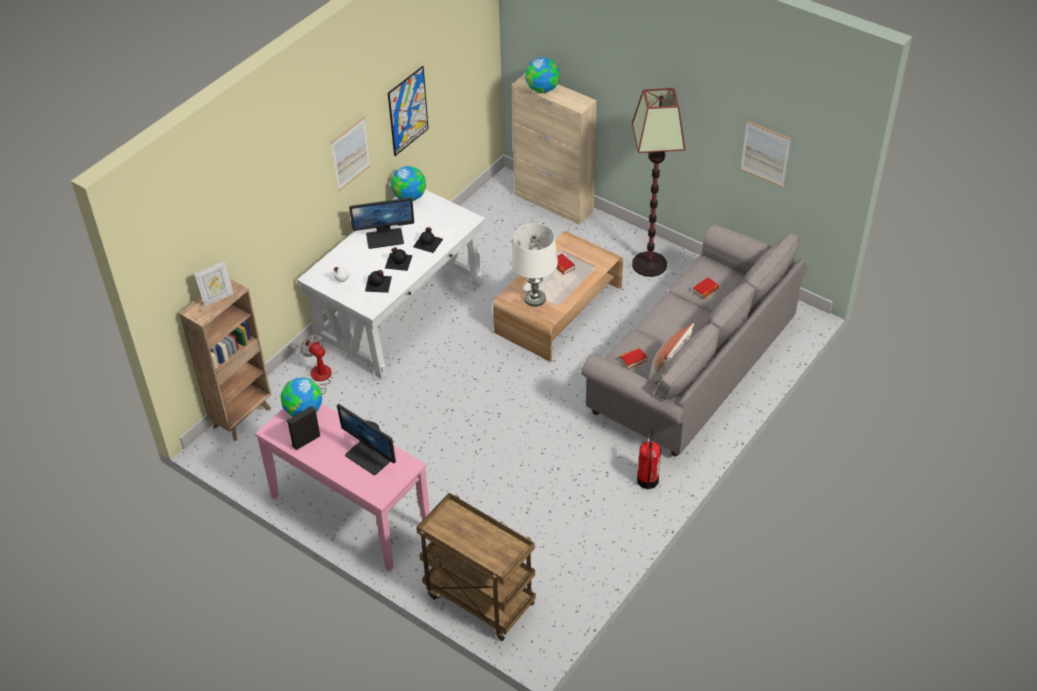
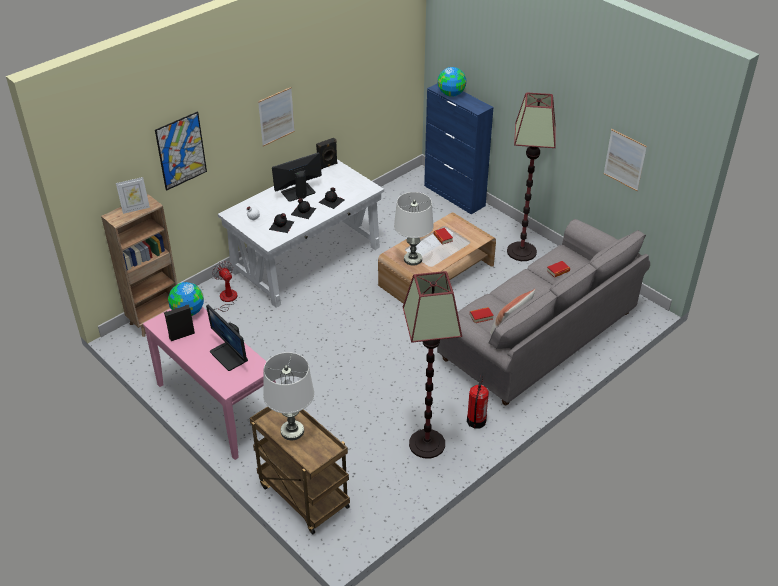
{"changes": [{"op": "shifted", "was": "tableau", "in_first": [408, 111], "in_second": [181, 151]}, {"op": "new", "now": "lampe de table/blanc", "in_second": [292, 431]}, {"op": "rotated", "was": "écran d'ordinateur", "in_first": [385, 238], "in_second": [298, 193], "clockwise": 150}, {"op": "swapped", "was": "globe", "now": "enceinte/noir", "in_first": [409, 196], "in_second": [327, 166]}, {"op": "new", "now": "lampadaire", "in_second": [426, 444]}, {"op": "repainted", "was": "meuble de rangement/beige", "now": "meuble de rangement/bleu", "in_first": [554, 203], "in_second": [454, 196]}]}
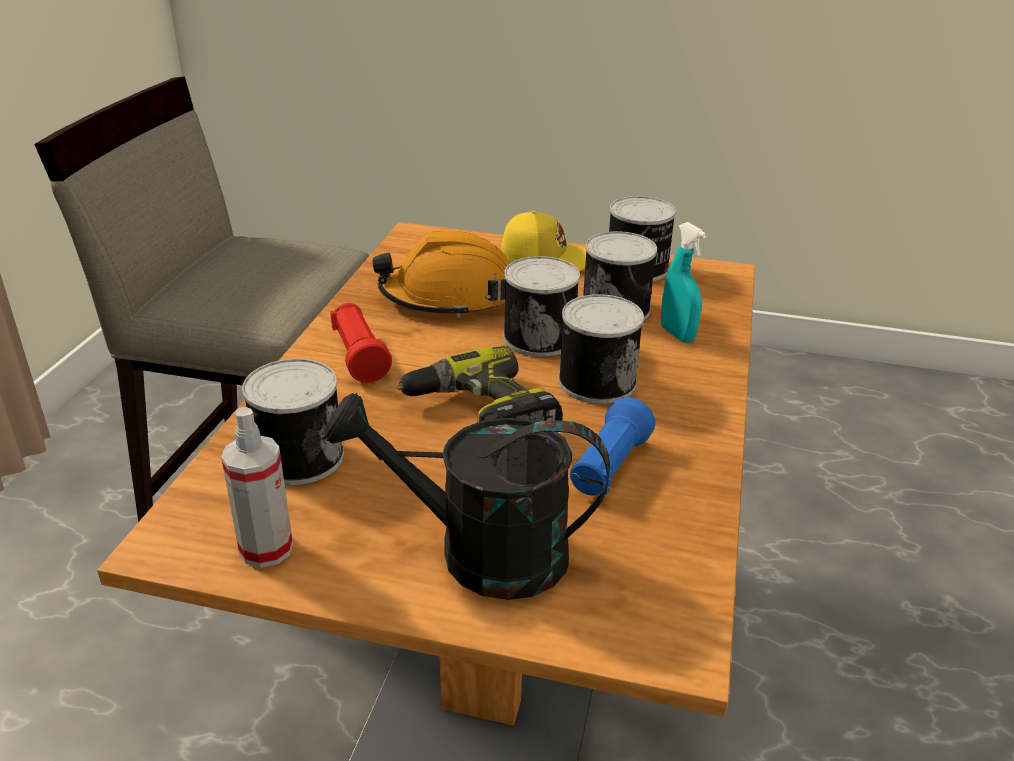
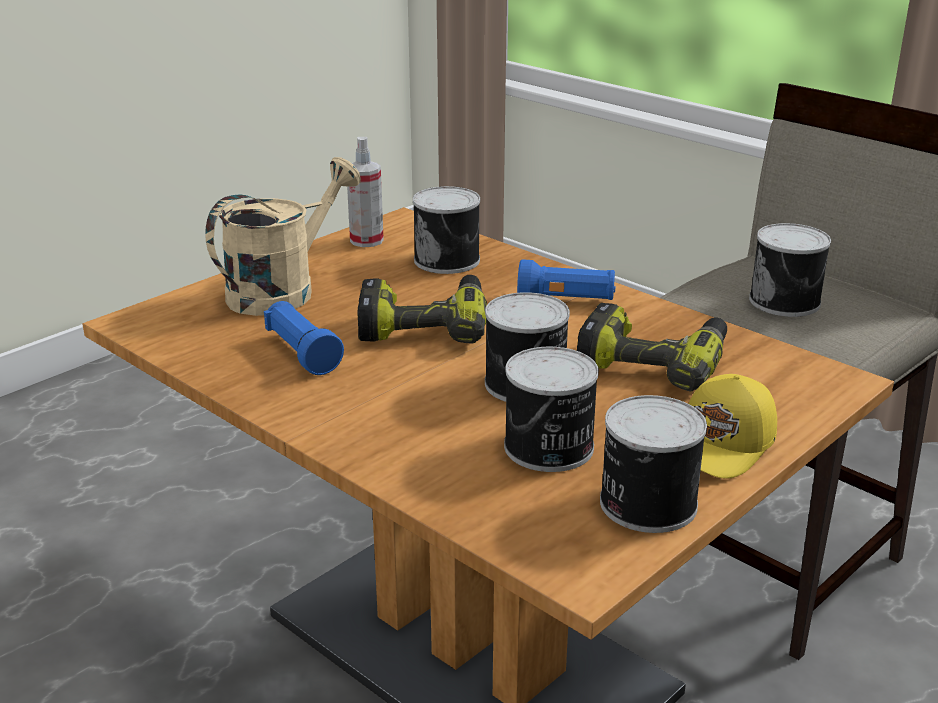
{"changes": [{"op": "repainted", "was": "arrosoir/noir", "now": "arrosoir/beige", "in_first": [479, 552], "in_second": [283, 290]}, {"op": "repainted", "was": "lampe de poche/rouge", "now": "lampe de poche/bleu", "in_first": [359, 357], "in_second": [566, 300]}, {"op": "swapped", "was": "casque de chantier/orange", "now": "perceuse", "in_first": [448, 296], "in_second": [654, 361]}, {"op": "shifted", "was": "boîte métallique", "in_first": [595, 380], "in_second": [786, 301]}, {"op": "gone", "was": "vaporisateur/turquoise", "in_first": [677, 334]}]}
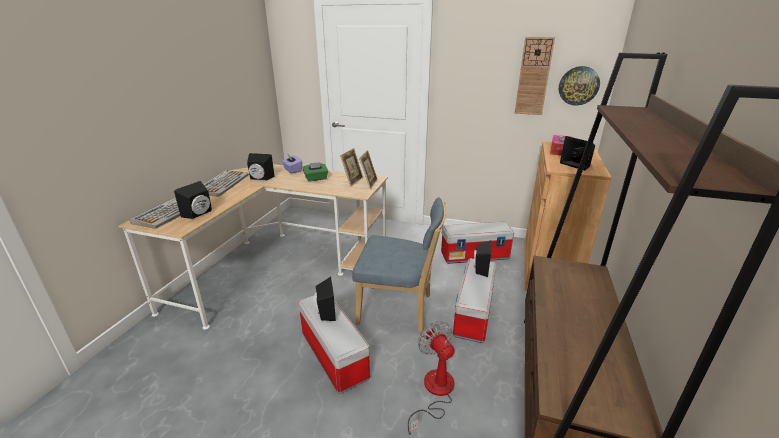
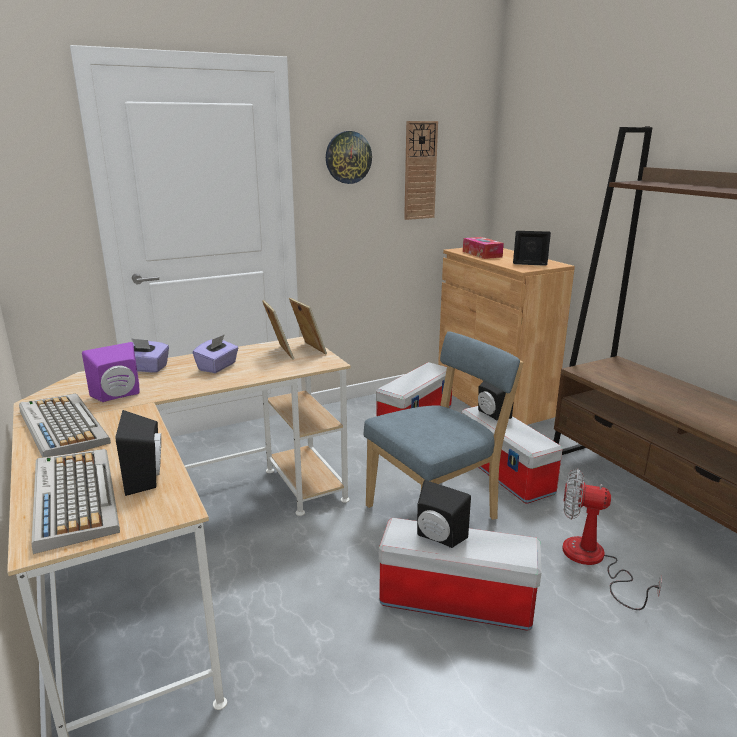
{"changes": [{"op": "repainted", "was": "enceinte/noir", "now": "enceinte/violet", "in_first": [260, 178], "in_second": [118, 395]}, {"op": "repainted", "was": "boîte à mouchoirs/vert", "now": "boîte à mouchoirs/violet", "in_first": [316, 179], "in_second": [218, 367]}, {"op": "shifted", "was": "horloge murale", "in_first": [578, 85], "in_second": [348, 157]}]}
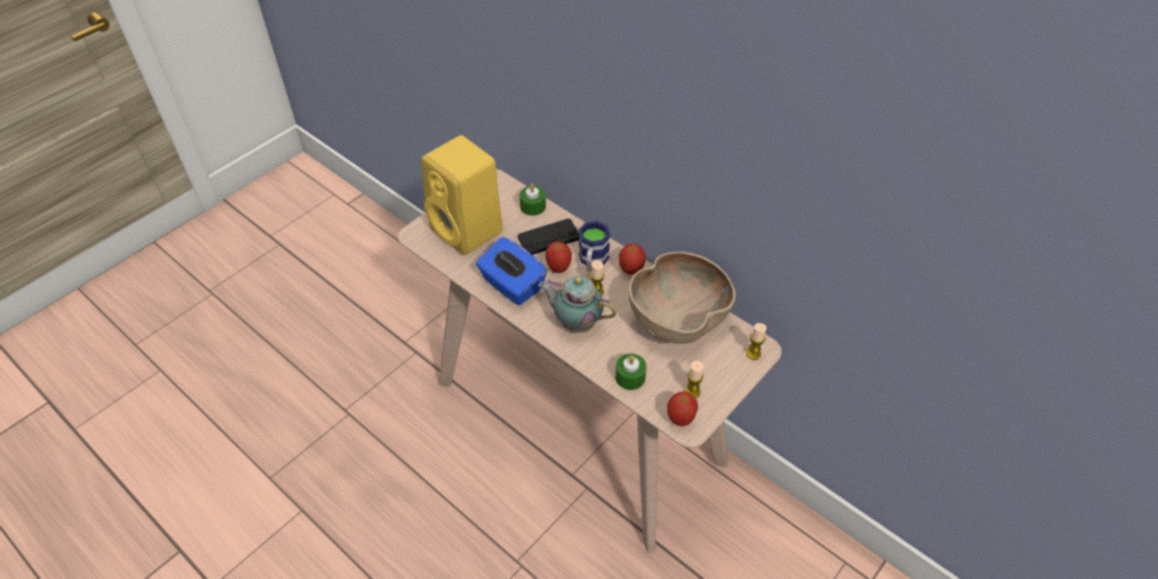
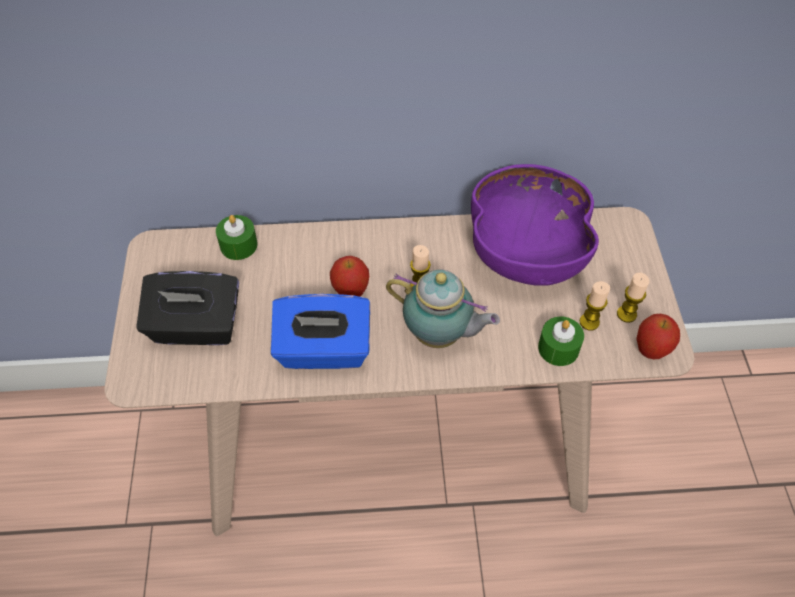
{"changes": [{"op": "swapped", "was": "enceinte/jaune", "now": "boîte à mouchoirs/noir", "in_first": [468, 231], "in_second": [196, 327]}, {"op": "rotated", "was": "théière", "in_first": [576, 323], "in_second": [440, 336], "clockwise": -135}, {"op": "repainted", "was": "bol/marron", "now": "bol/violet", "in_first": [677, 318], "in_second": [525, 253]}, {"op": "shifted", "was": "bougie", "in_first": [753, 354], "in_second": [589, 322]}, {"op": "gone", "was": "manette/noir", "in_first": [549, 238]}, {"op": "gone", "was": "mug", "in_first": [592, 261]}, {"op": "gone", "was": "pomme", "in_first": [631, 271]}]}
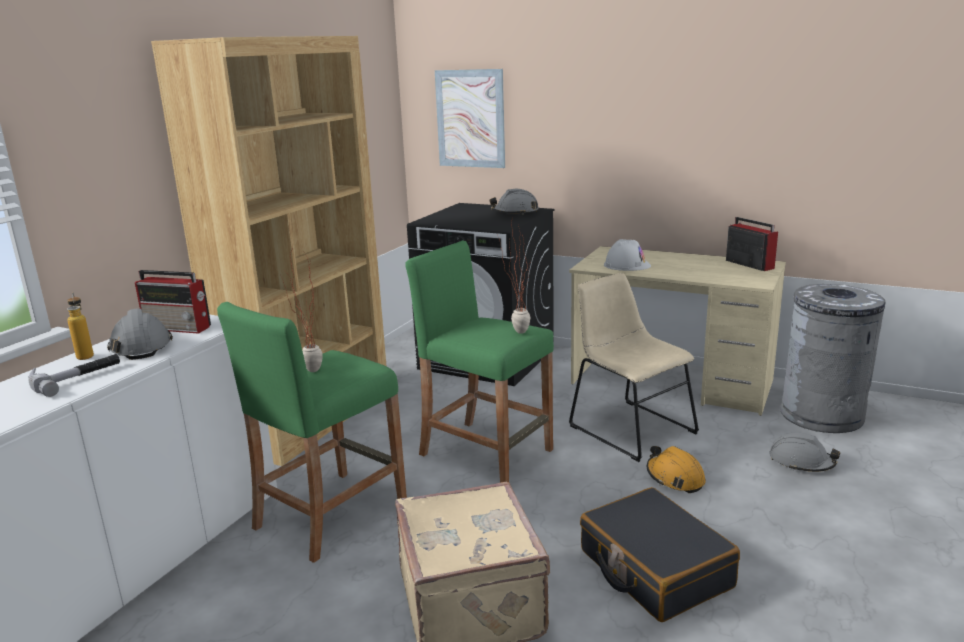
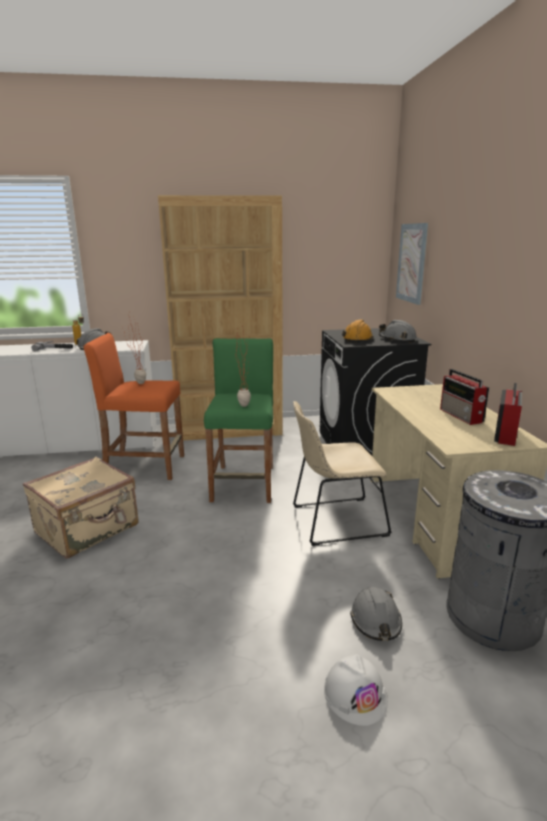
{"changes": [{"op": "repainted", "was": "tabouret/vert", "now": "tabouret/orange", "in_first": [330, 514], "in_second": [144, 466]}, {"op": "rotated", "was": "chaise/beige", "in_first": [628, 427], "in_second": [334, 521], "clockwise": -120}, {"op": "shifted", "was": "casque de chantier/blanc", "in_first": [627, 265], "in_second": [355, 694]}, {"op": "shifted", "was": "casque de chantier/orange", "in_first": [675, 478], "in_second": [357, 339]}, {"op": "shifted", "was": "radio", "in_first": [179, 328], "in_second": [461, 416]}, {"op": "gone", "was": "valise/noir", "in_first": [654, 569]}]}
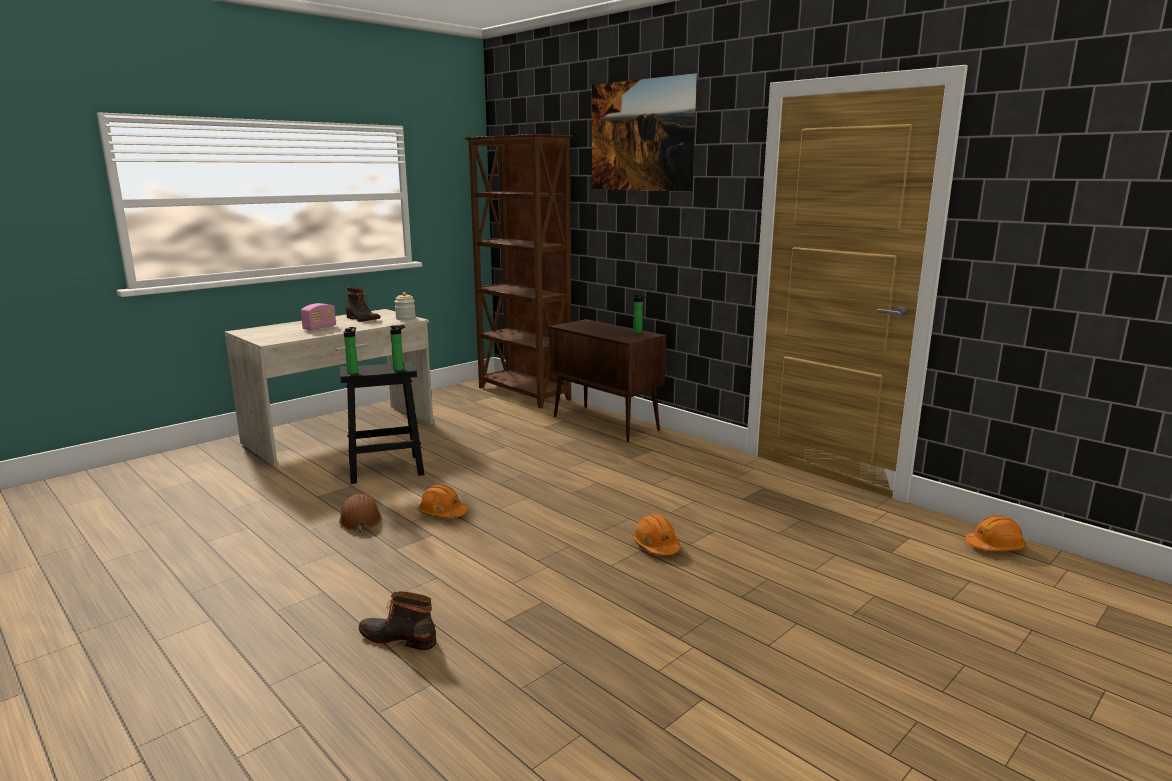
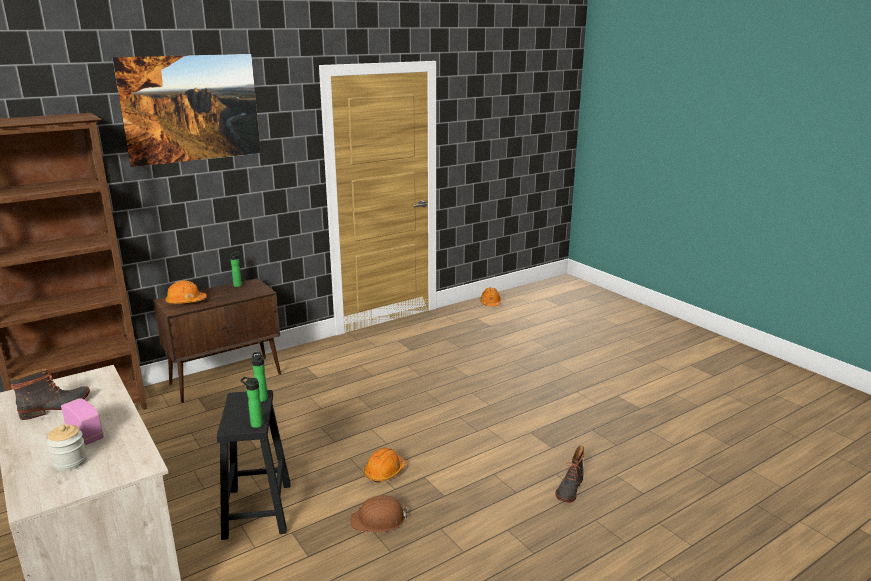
{"changes": [{"op": "shifted", "was": "bocal", "in_first": [405, 318], "in_second": [70, 462]}, {"op": "shifted", "was": "casque de chantier/orange", "in_first": [656, 546], "in_second": [185, 301]}]}
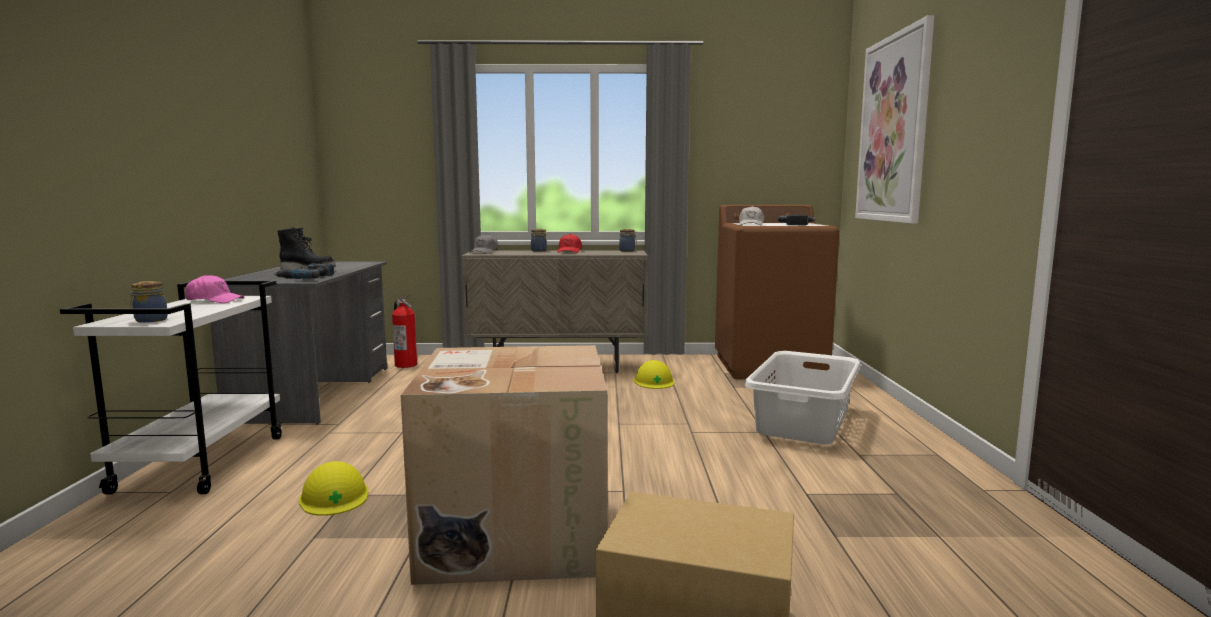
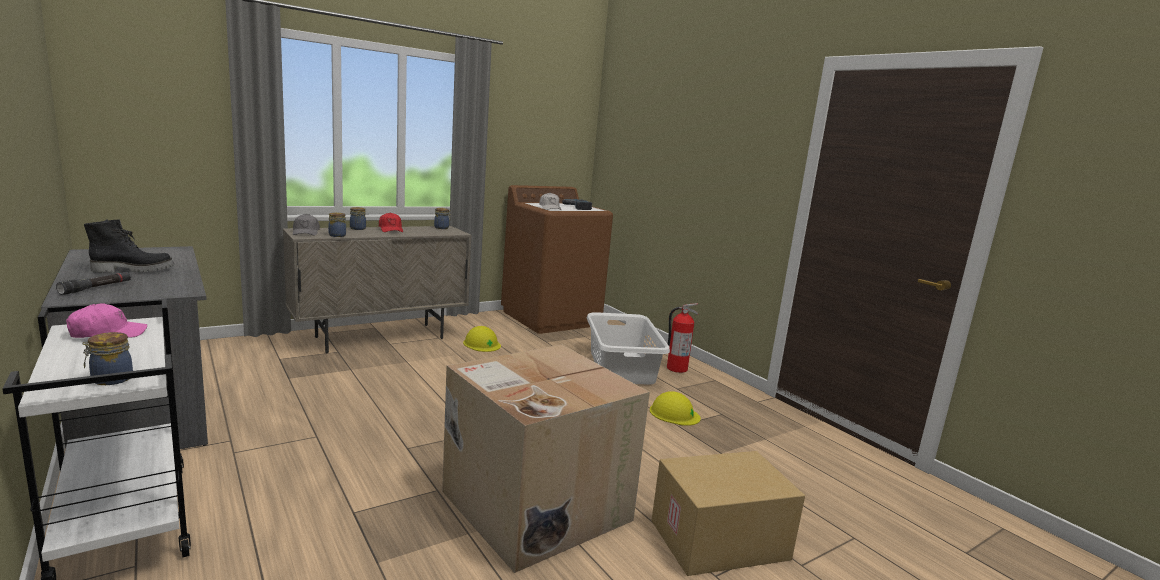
{"changes": [{"op": "new", "now": "lampe de poche/noir", "in_second": [96, 288]}, {"op": "new", "now": "bocal", "in_second": [336, 235]}, {"op": "shifted", "was": "casque de chantier/jaune", "in_first": [334, 496], "in_second": [674, 414]}, {"op": "shifted", "was": "extincteur", "in_first": [406, 365], "in_second": [676, 368]}, {"op": "gone", "was": "perceuse", "in_first": [306, 277]}, {"op": "gone", "was": "tableau", "in_first": [893, 129]}]}
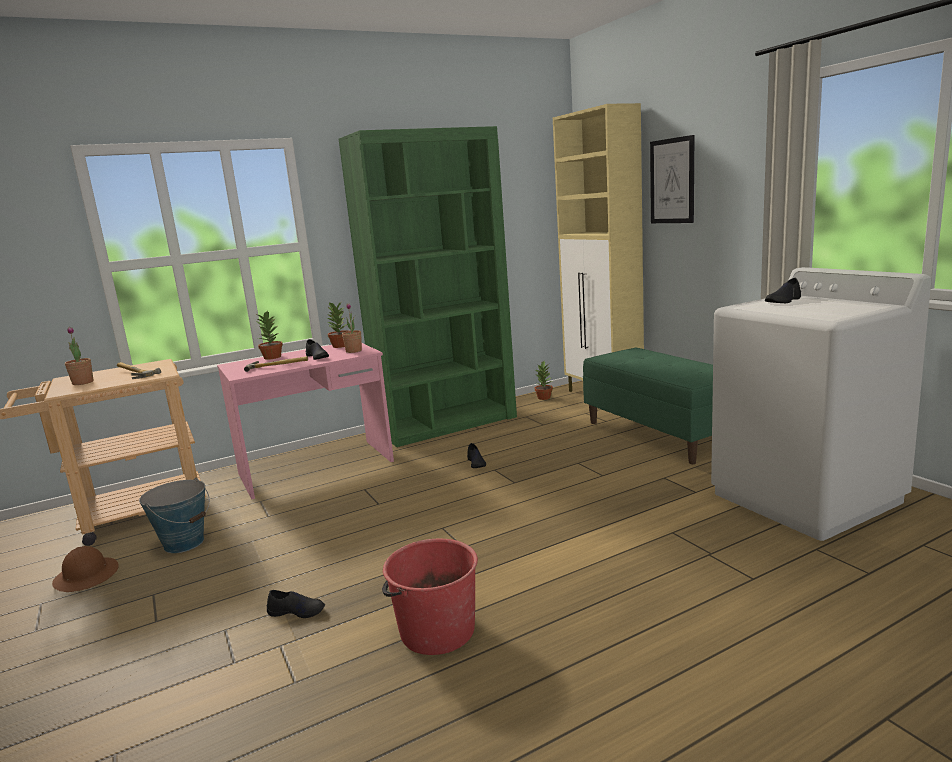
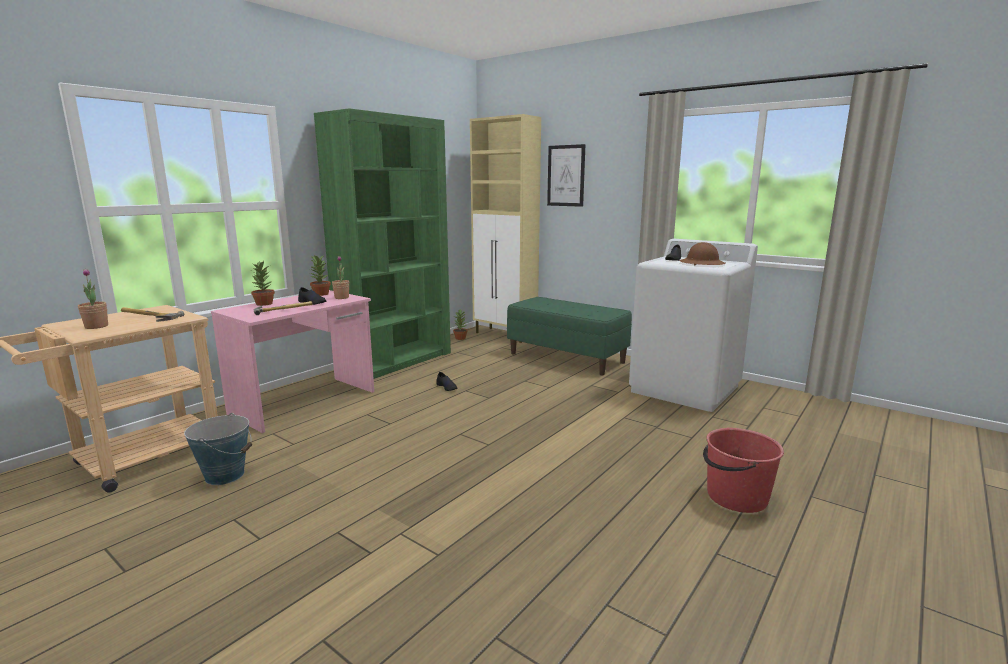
{"changes": [{"op": "shifted", "was": "casque de chantier/marron", "in_first": [87, 576], "in_second": [702, 263]}, {"op": "shifted", "was": "seau/rouge", "in_first": [436, 631], "in_second": [735, 497]}, {"op": "gone", "was": "chaussure/noir", "in_first": [297, 611]}]}
